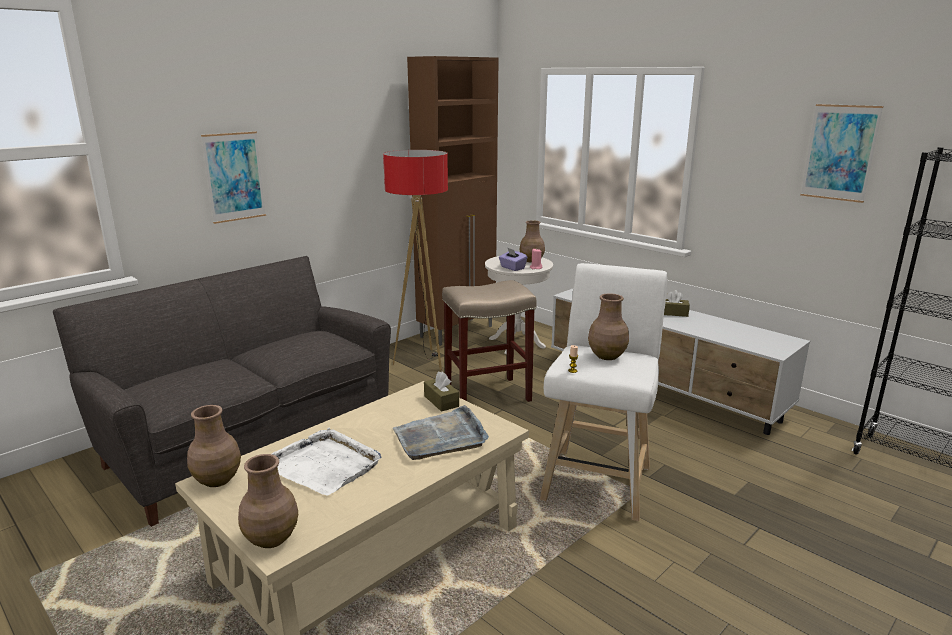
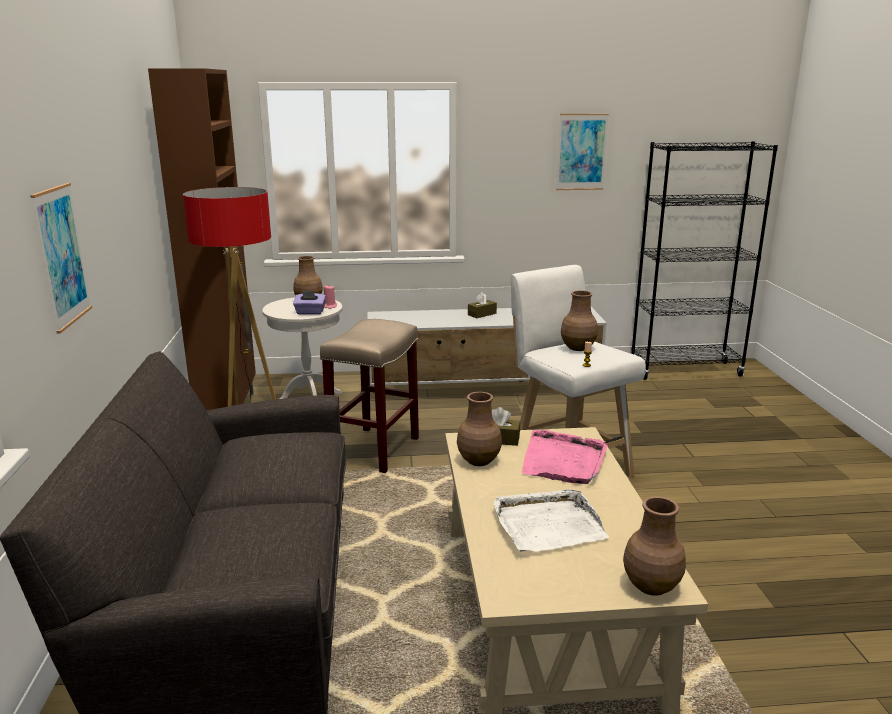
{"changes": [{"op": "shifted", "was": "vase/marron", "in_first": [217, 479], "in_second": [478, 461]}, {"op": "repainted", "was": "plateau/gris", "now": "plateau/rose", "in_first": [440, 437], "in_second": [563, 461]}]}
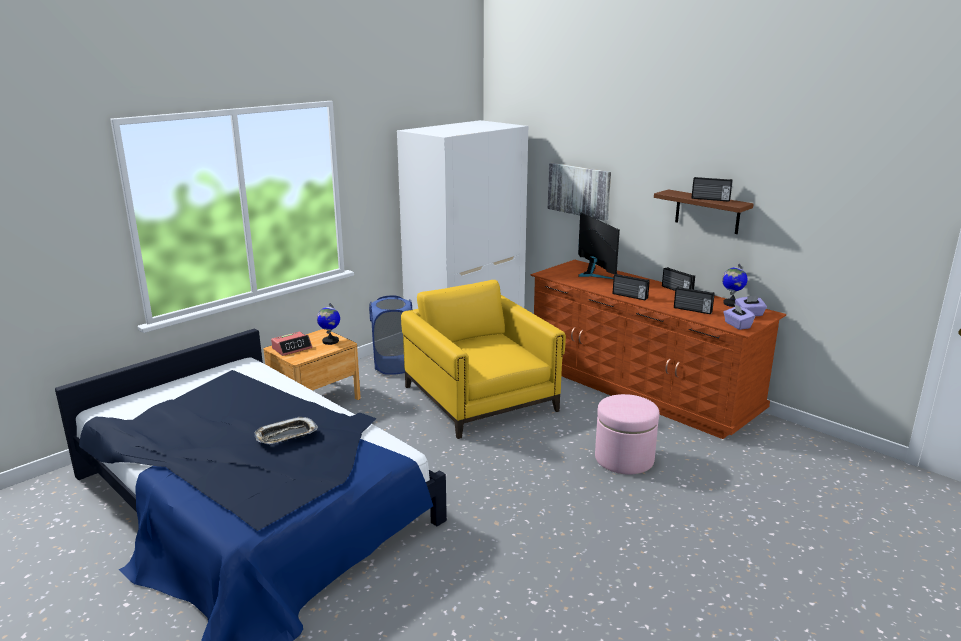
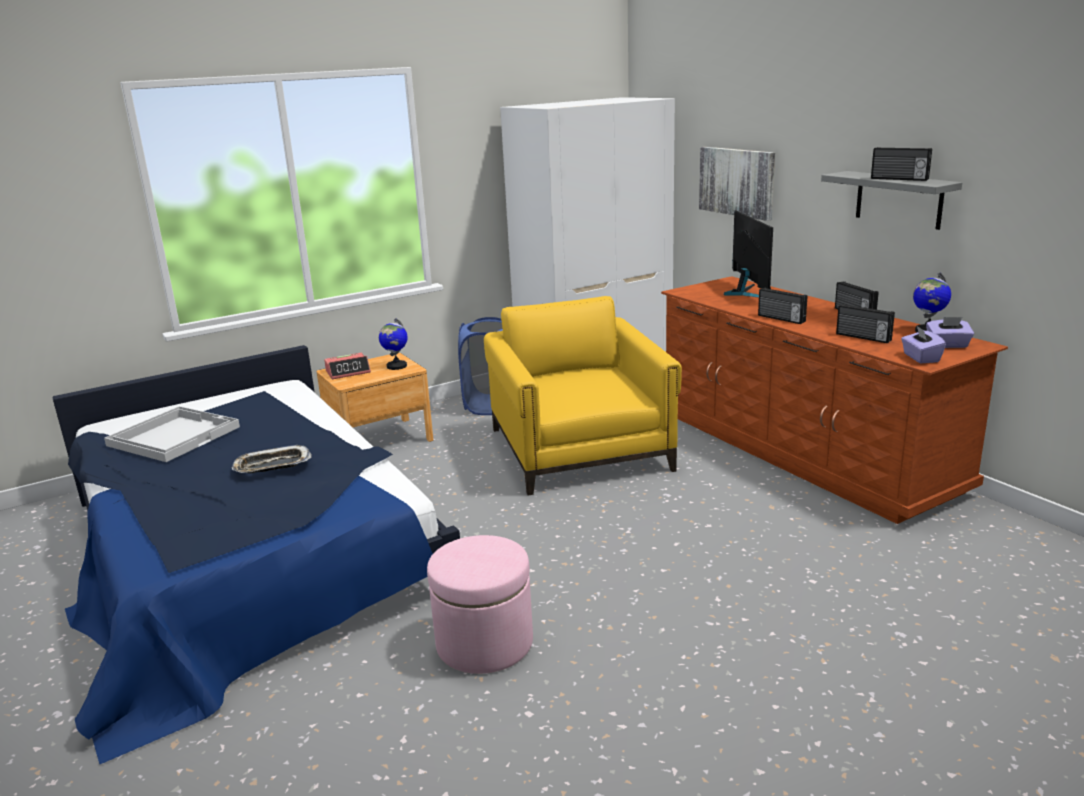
{"changes": [{"op": "new", "now": "plateau/blanc", "in_second": [174, 435]}, {"op": "shifted", "was": "pouf/rose", "in_first": [624, 459], "in_second": [484, 643]}, {"op": "repainted", "was": "étagère/marron", "now": "étagère/gris", "in_first": [707, 212], "in_second": [898, 199]}]}
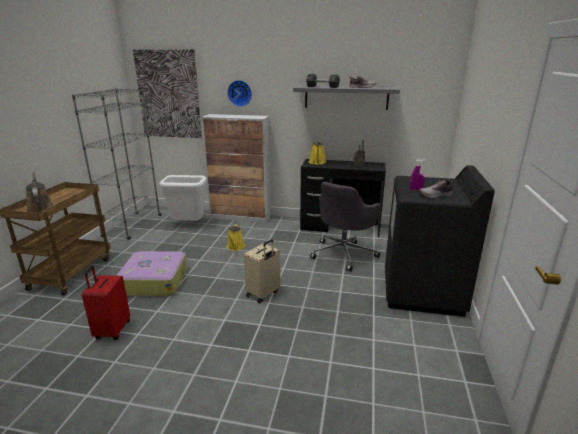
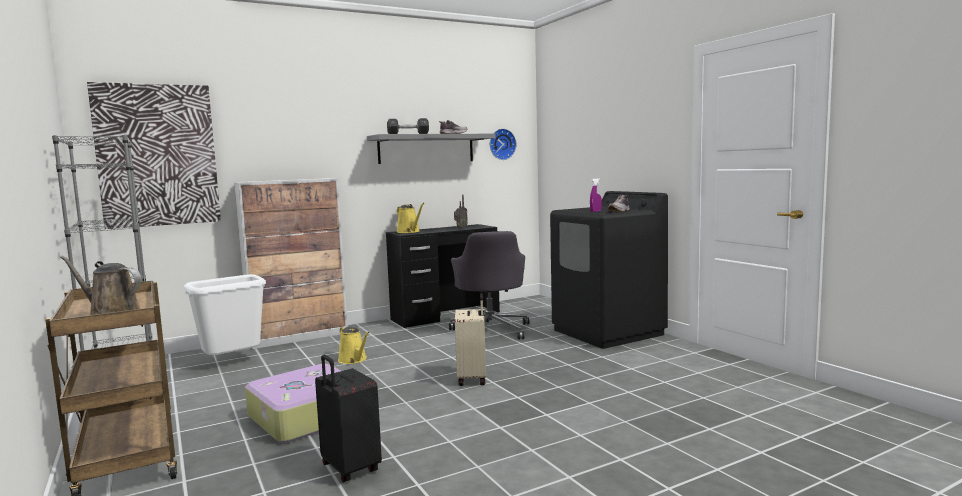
{"changes": [{"op": "repainted", "was": "valise/rouge", "now": "valise/noir", "in_first": [112, 330], "in_second": [349, 469]}, {"op": "shifted", "was": "horloge murale", "in_first": [240, 93], "in_second": [501, 144]}]}
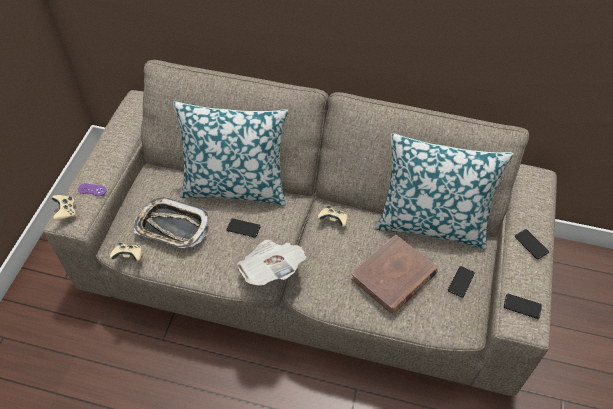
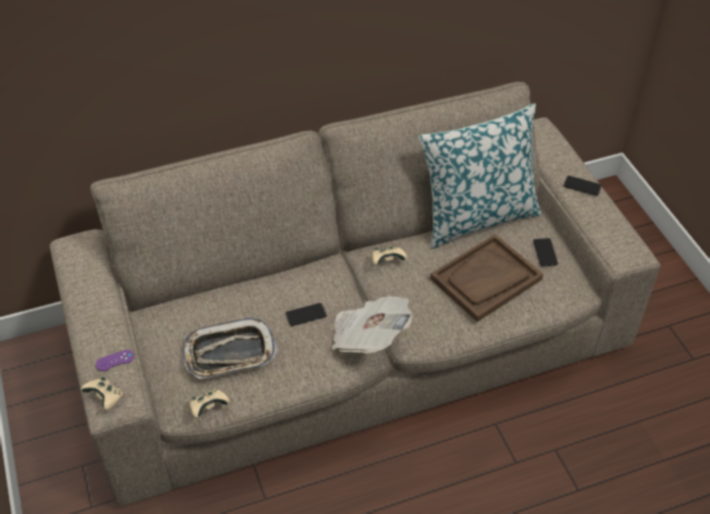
{"changes": [{"op": "swapped", "was": "livre/marron", "now": "plateau/marron", "in_first": [394, 276], "in_second": [486, 279]}, {"op": "gone", "was": "coussin", "in_first": [235, 187]}, {"op": "gone", "was": "téléphone", "in_first": [522, 306]}]}
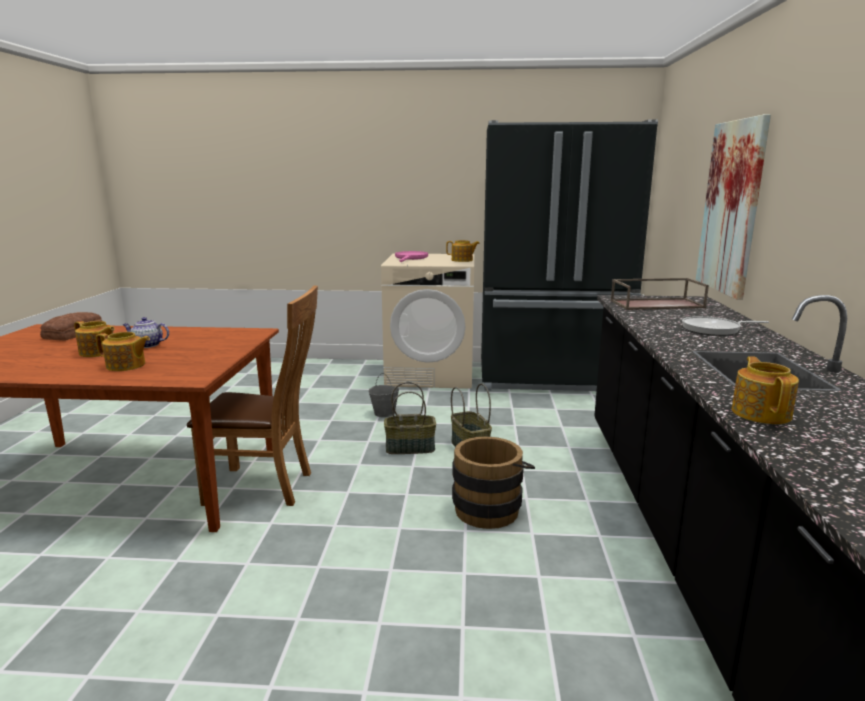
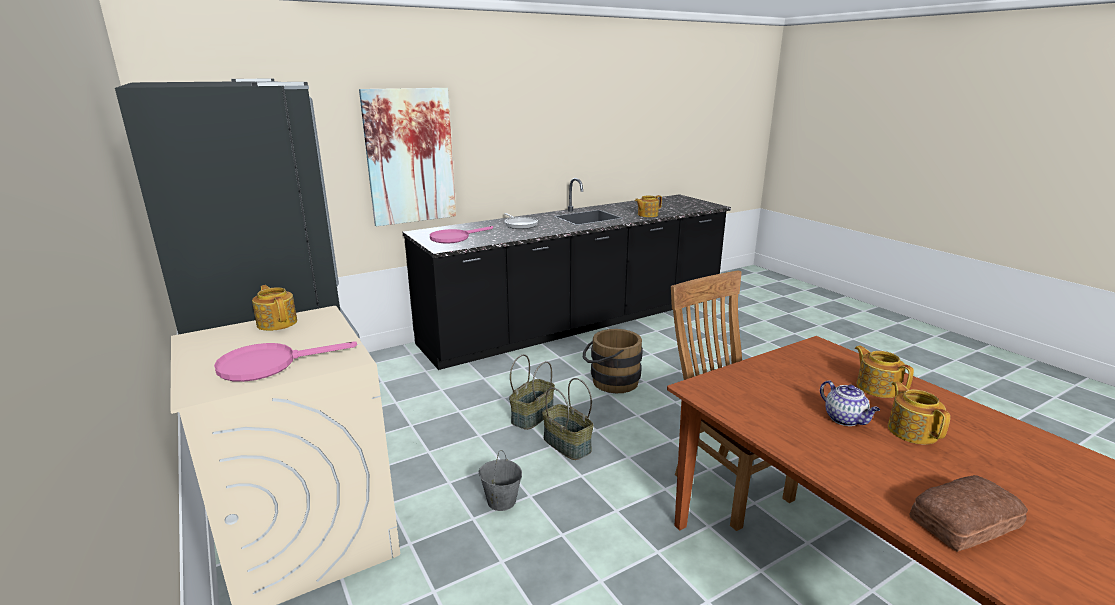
{"changes": [{"op": "swapped", "was": "plateau/marron", "now": "poêle/rose", "in_first": [657, 304], "in_second": [454, 238]}]}
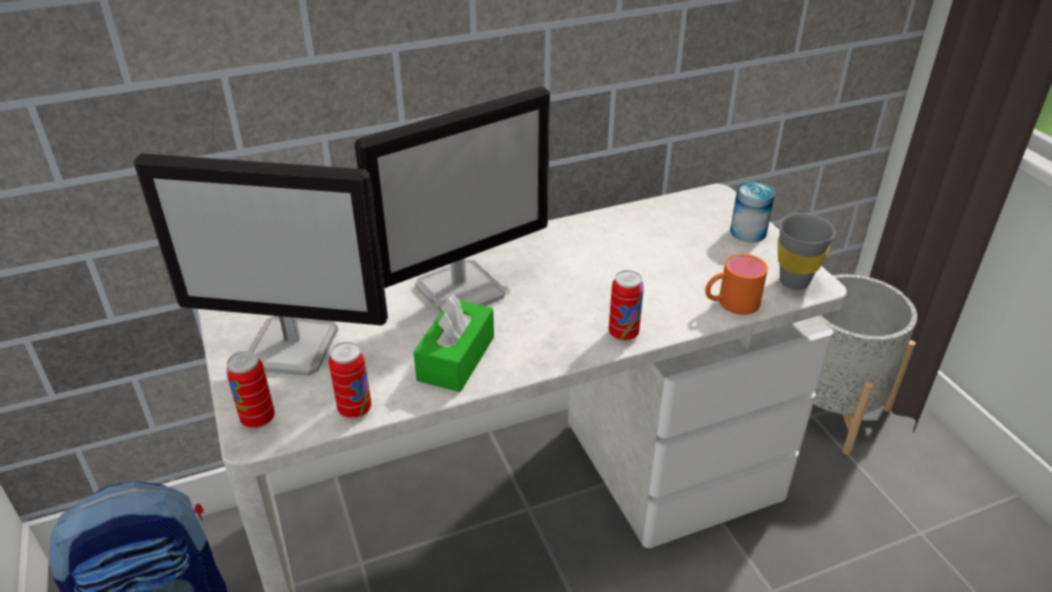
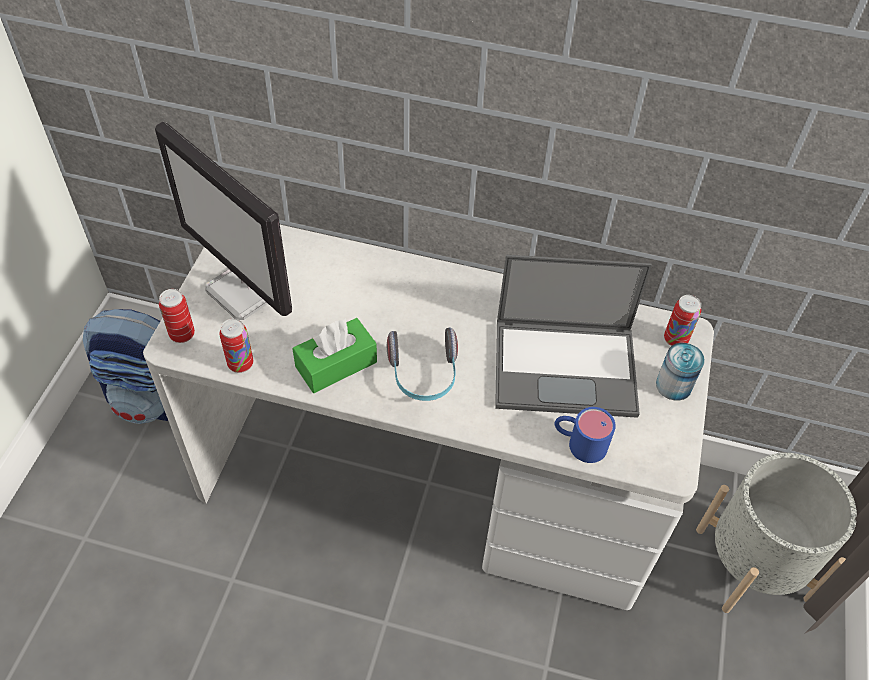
{"changes": [{"op": "new", "now": "casque audio", "in_second": [424, 375]}, {"op": "new", "now": "ordinateur portable", "in_second": [567, 367]}, {"op": "repainted", "was": "mug/orange", "now": "mug/bleu", "in_first": [730, 303], "in_second": [579, 442]}, {"op": "shifted", "was": "boîte métallique", "in_first": [623, 334], "in_second": [675, 339]}, {"op": "gone", "was": "écran d'ordinateur", "in_first": [461, 290]}, {"op": "gone", "was": "tasse/gris", "in_first": [794, 282]}]}
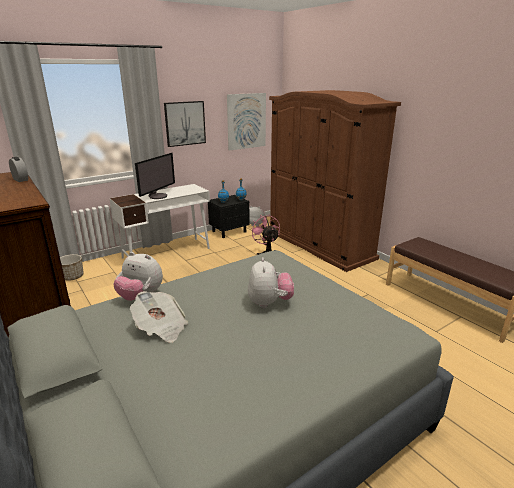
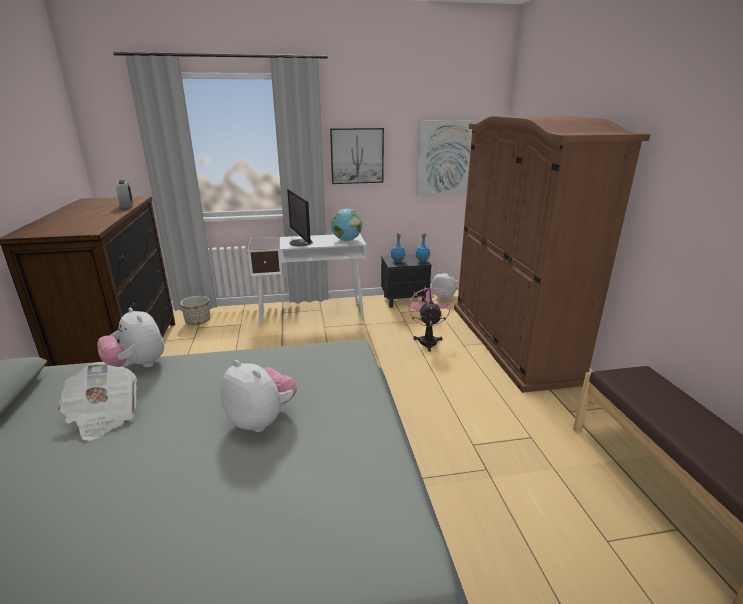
{"changes": [{"op": "rotated", "was": "peluche", "in_first": [269, 303], "in_second": [262, 420], "clockwise": -75}, {"op": "rotated", "was": "écran d'ordinateur", "in_first": [158, 196], "in_second": [301, 243], "clockwise": 105}, {"op": "new", "now": "globe", "in_second": [346, 240]}]}
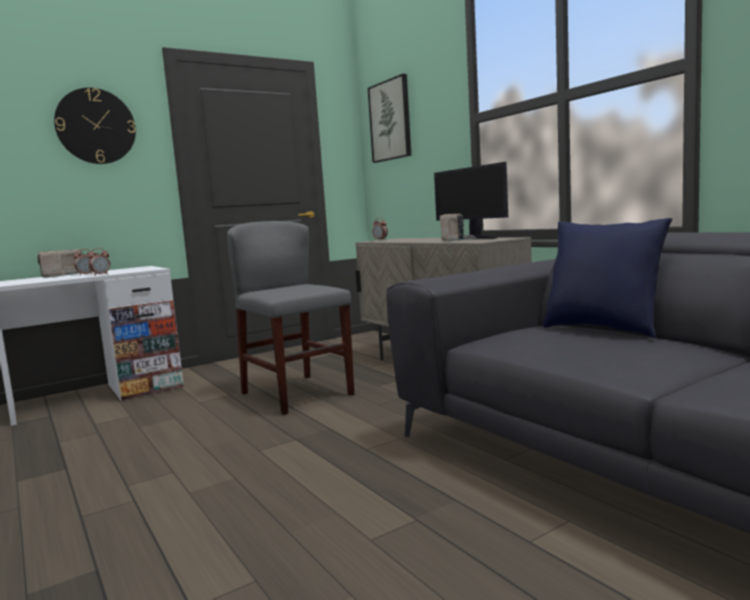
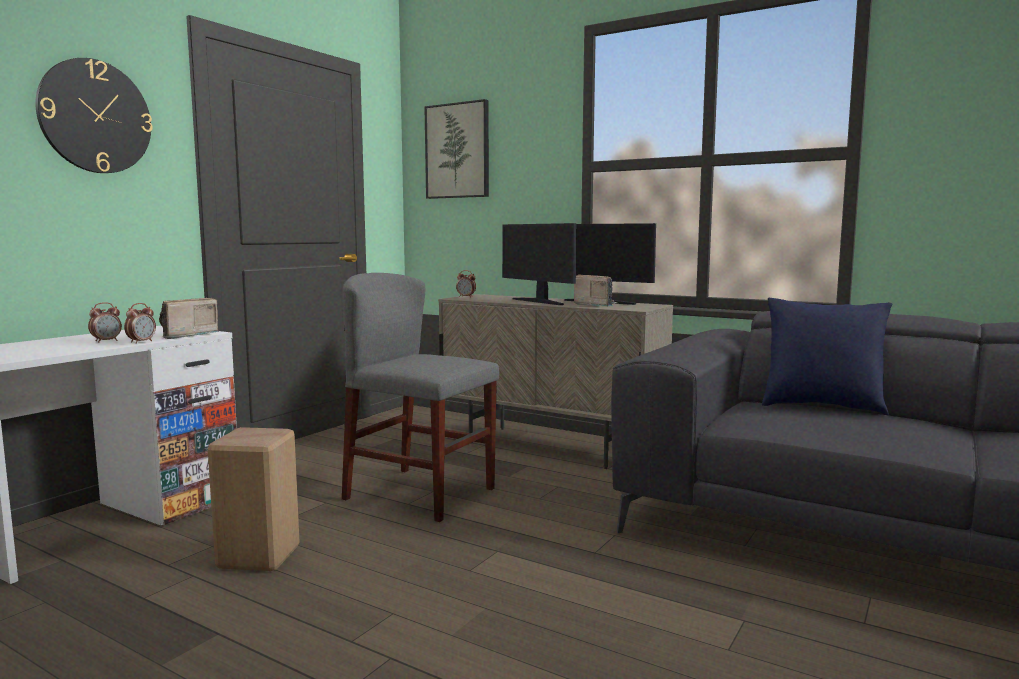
{"changes": [{"op": "shifted", "was": "radio", "in_first": [62, 275], "in_second": [185, 335]}, {"op": "new", "now": "tabouret/beige", "in_second": [260, 558]}, {"op": "new", "now": "écran d'ordinateur", "in_second": [539, 301]}]}
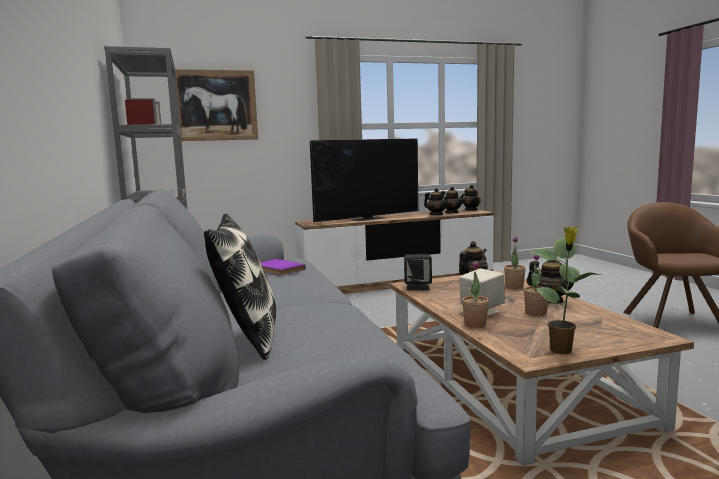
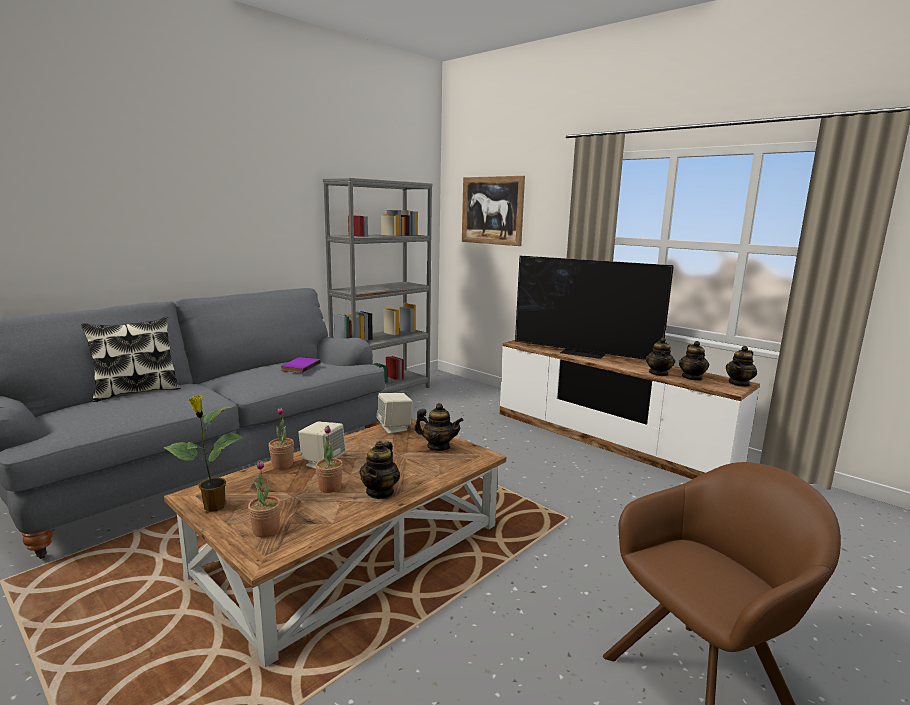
{"changes": [{"op": "shifted", "was": "plante en pot", "in_first": [514, 287], "in_second": [266, 530]}, {"op": "repainted", "was": "enceinte/noir", "now": "enceinte/beige", "in_first": [418, 287], "in_second": [394, 428]}]}
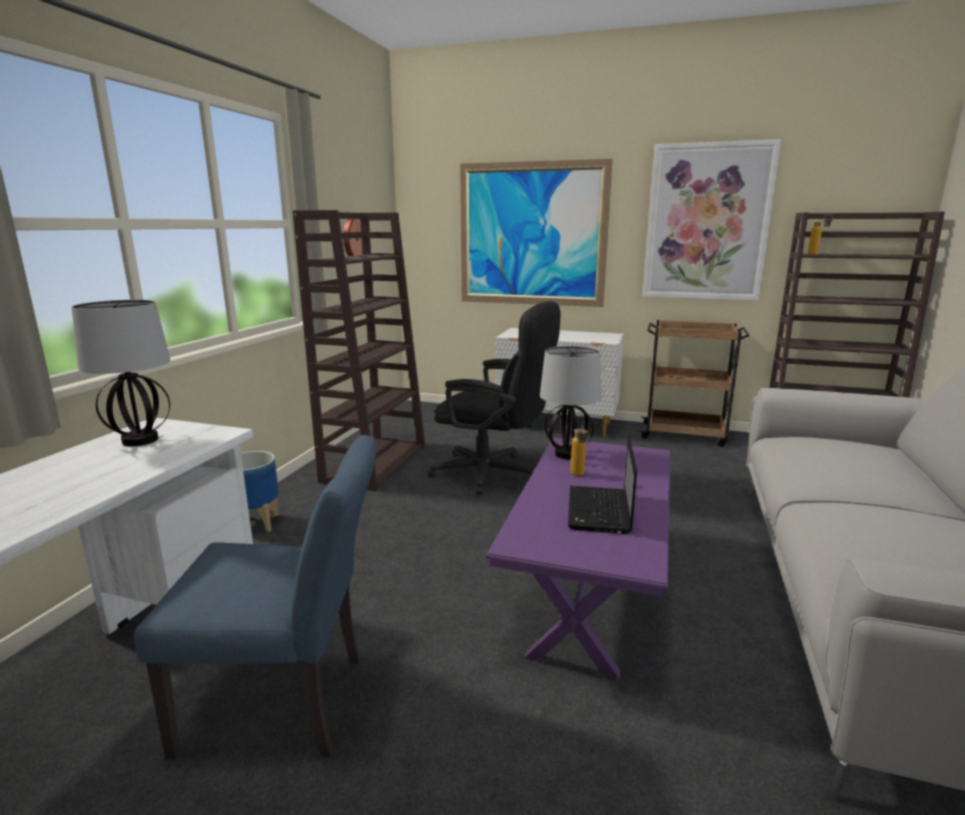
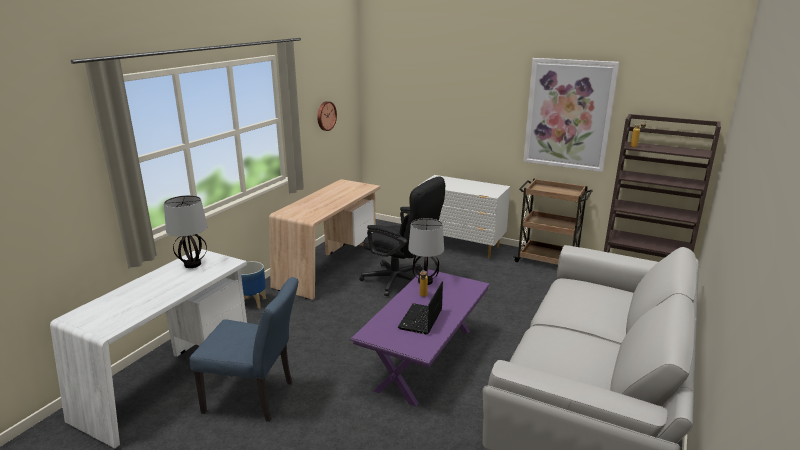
{"changes": [{"op": "swapped", "was": "bibliothèque/marron", "now": "bureau/beige", "in_first": [375, 463], "in_second": [330, 267]}, {"op": "gone", "was": "tableau", "in_first": [531, 235]}]}
